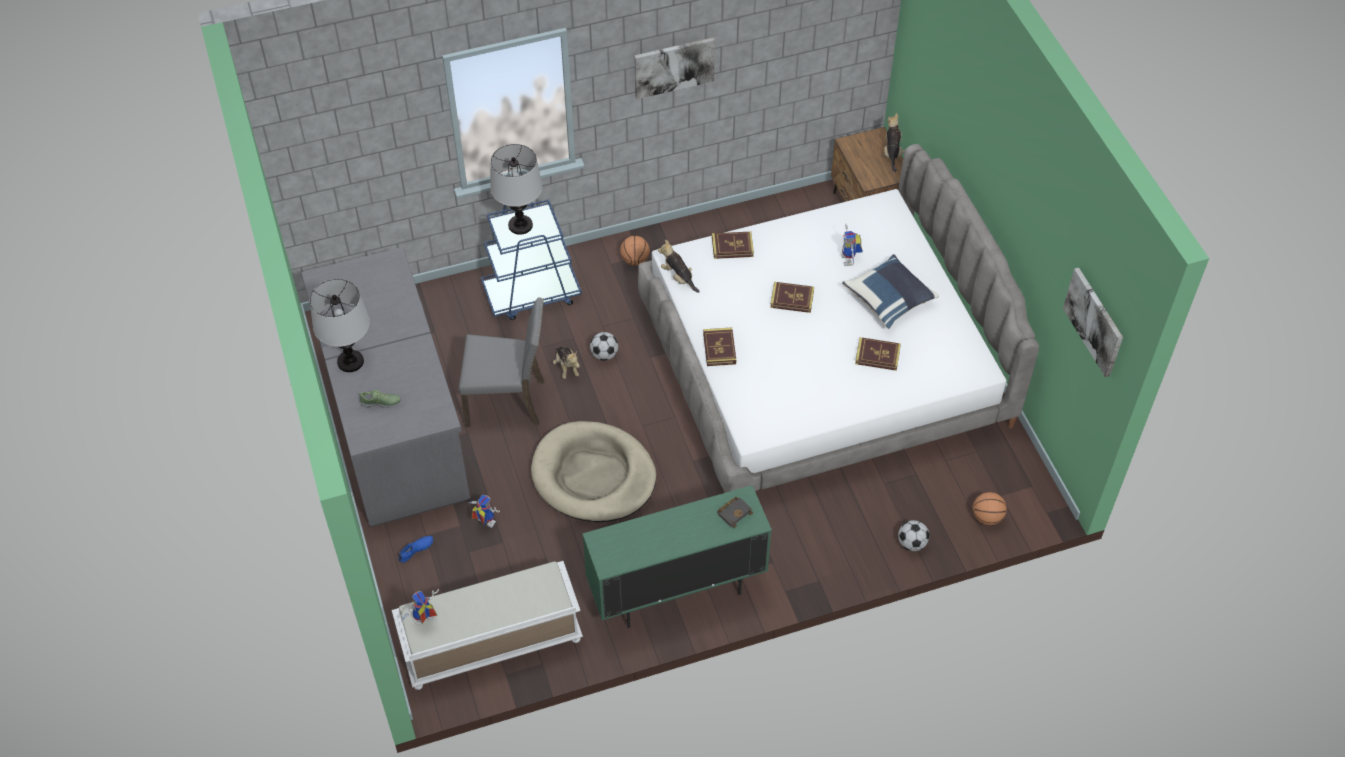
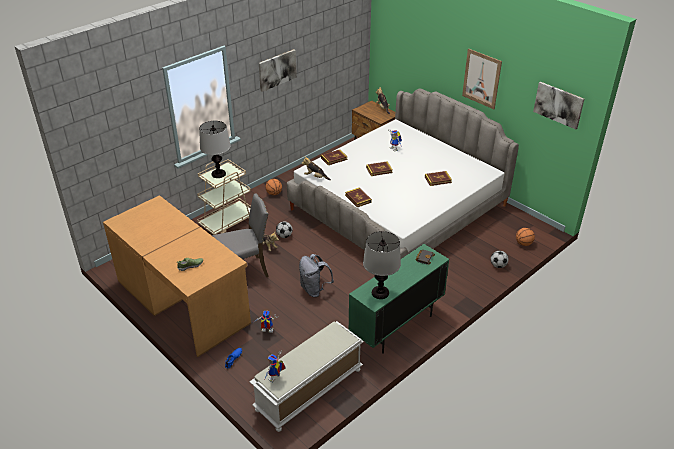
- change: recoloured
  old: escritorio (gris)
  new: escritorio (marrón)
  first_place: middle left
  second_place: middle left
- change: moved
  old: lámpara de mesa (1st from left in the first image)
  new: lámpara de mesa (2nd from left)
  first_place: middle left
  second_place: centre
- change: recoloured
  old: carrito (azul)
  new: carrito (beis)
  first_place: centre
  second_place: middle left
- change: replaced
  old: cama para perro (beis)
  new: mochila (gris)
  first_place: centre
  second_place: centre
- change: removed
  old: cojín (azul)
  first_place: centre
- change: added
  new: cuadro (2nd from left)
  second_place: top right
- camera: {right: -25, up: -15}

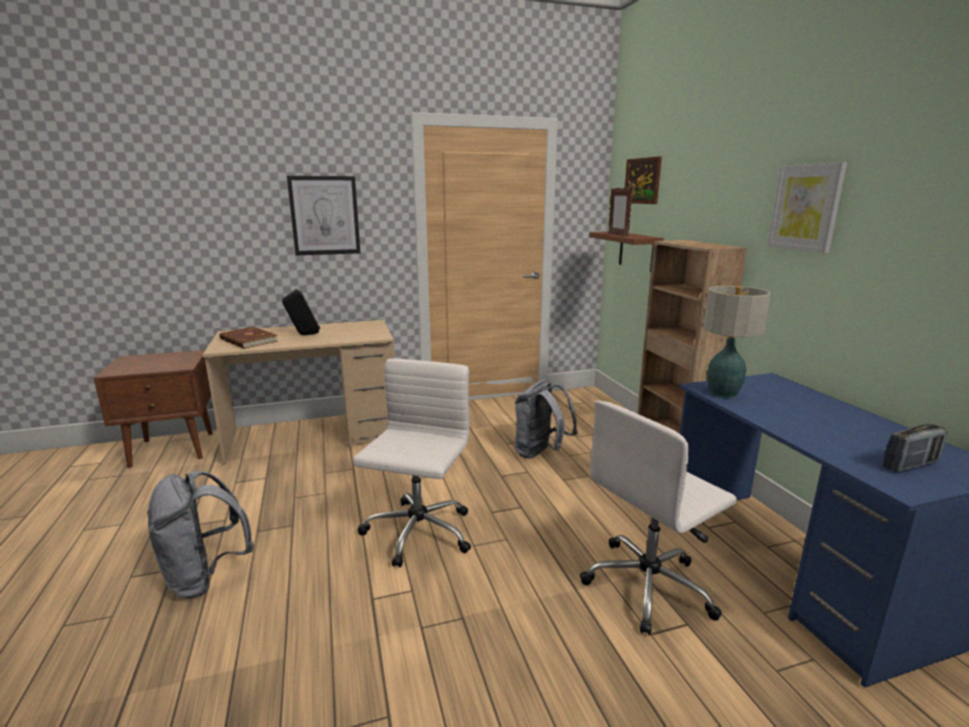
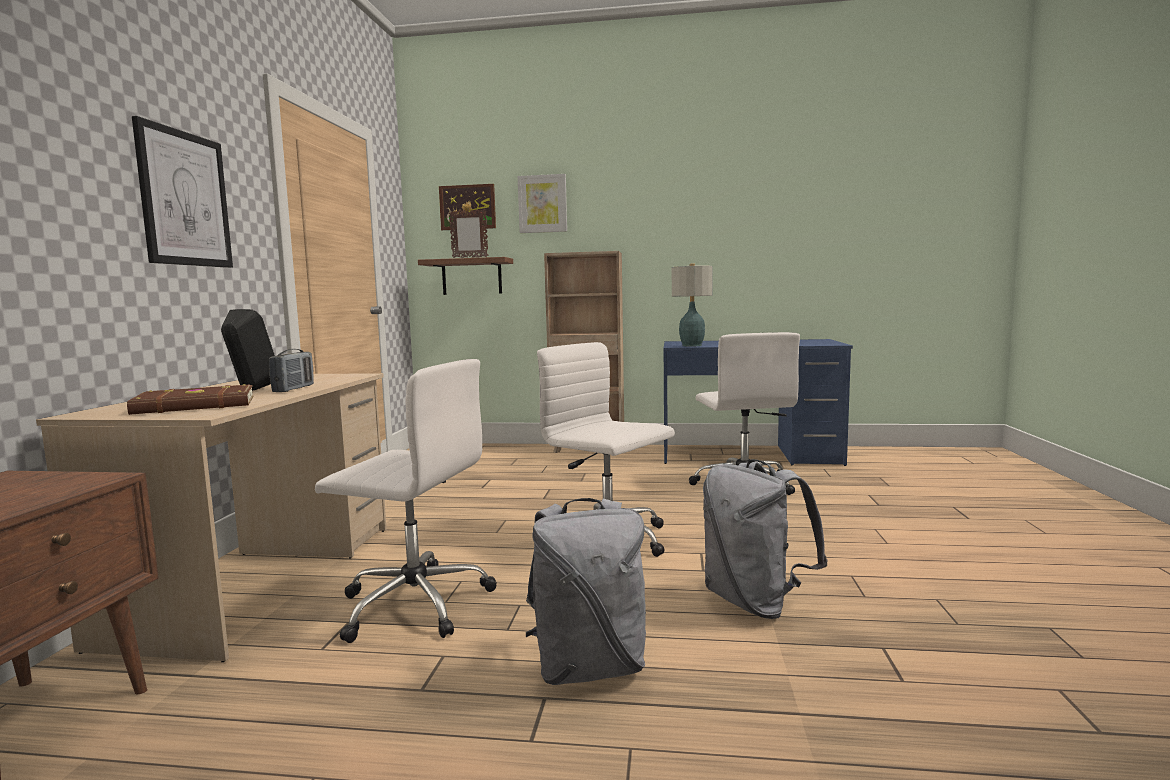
- change: moved
  old: mochila (gris) (2nd from left)
  first_place: centre
  second_place: bottom centre
- change: moved
  old: cuadro (3rd from left)
  first_place: top right
  second_place: top centre
- change: moved
  old: radio
  first_place: middle right
  second_place: middle left
- change: added
  new: silla de oficina (blanco) (1st from left)
  second_place: centre
- camera: {right: -65, up: -10}

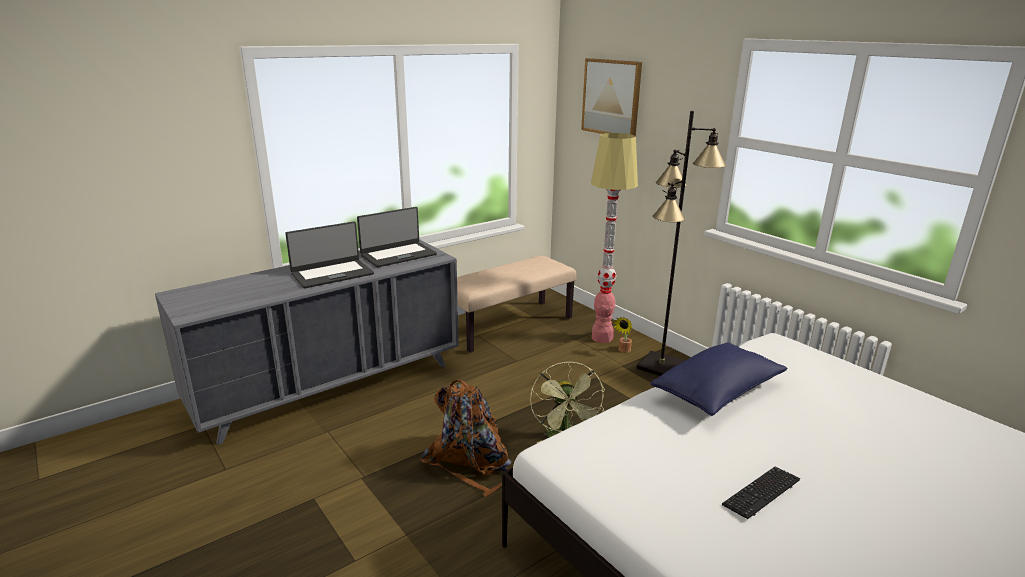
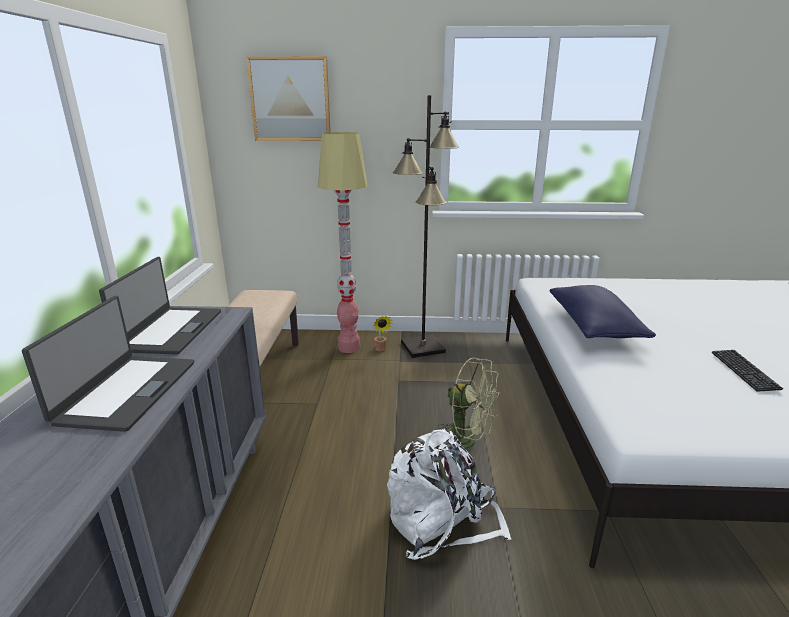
- change: recoloured
  old: mochila (marrón)
  new: mochila (blanco)
  first_place: bottom centre
  second_place: bottom centre
- camera: {right: -50, up: 0}

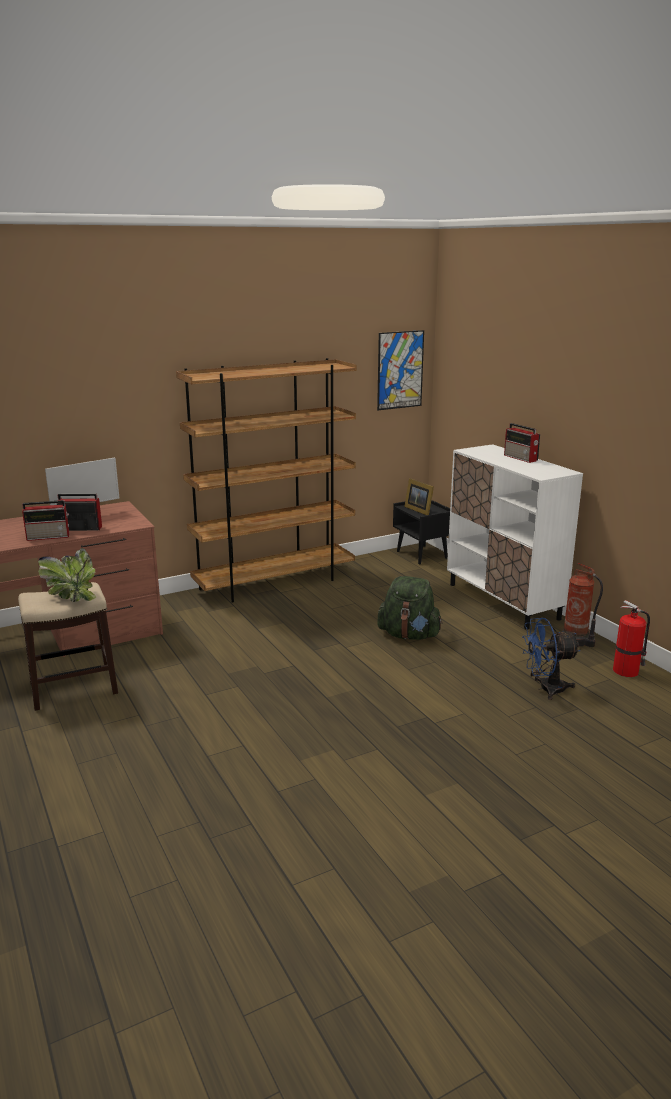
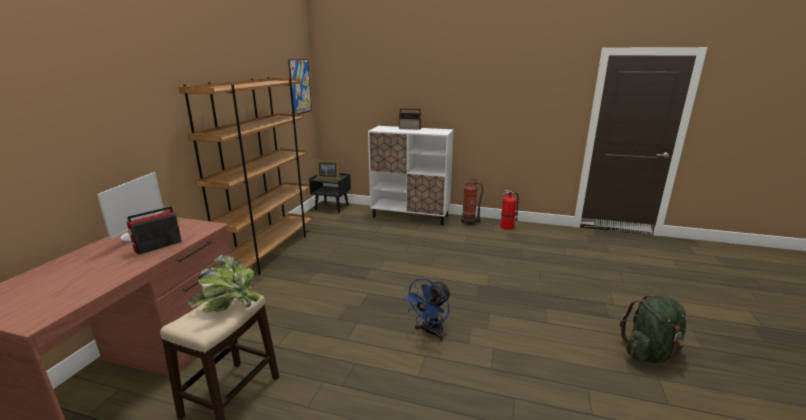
- change: removed
  old: radio (1st from left)
  first_place: middle left
- change: moved
  old: mochila (verde)
  first_place: centre
  second_place: bottom right
- change: moved
  old: ventilador (azul)
  first_place: middle right
  second_place: bottom centre
- camera: {right: -45, up: 0}

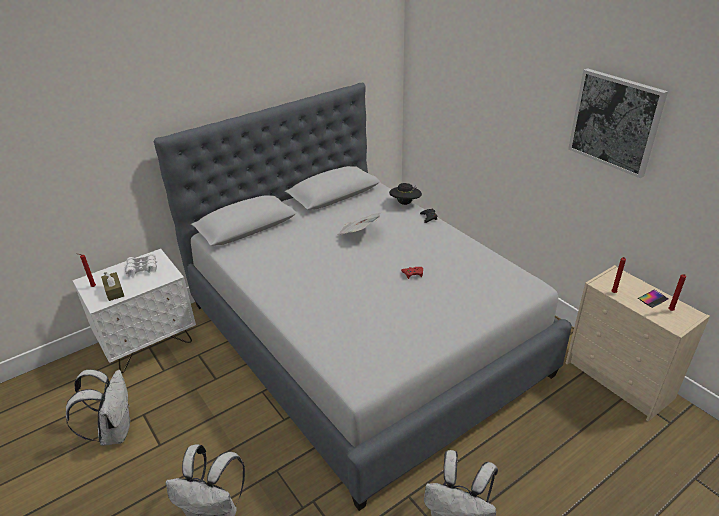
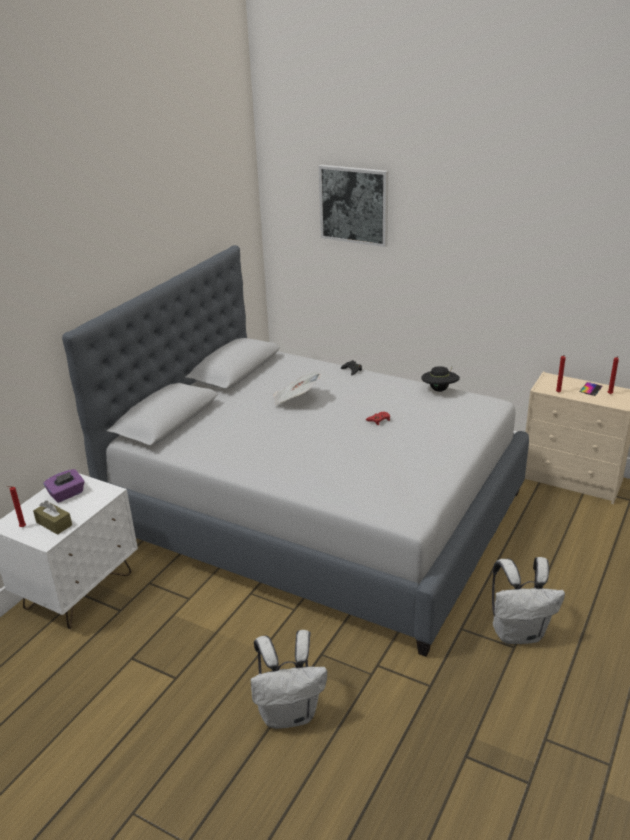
- change: removed
  old: mochila (blanco) (1st from left)
  first_place: bottom left
- change: replaced
  old: prismáticos (blanco)
  new: caja de pañuelos (morado)
  first_place: middle left
  second_place: middle left
- change: moved
  old: sombrero (negro)
  first_place: centre
  second_place: middle right
- change: moved
  old: cuadro
  first_place: top right
  second_place: top centre
- camera: {right: -25, up: -5}

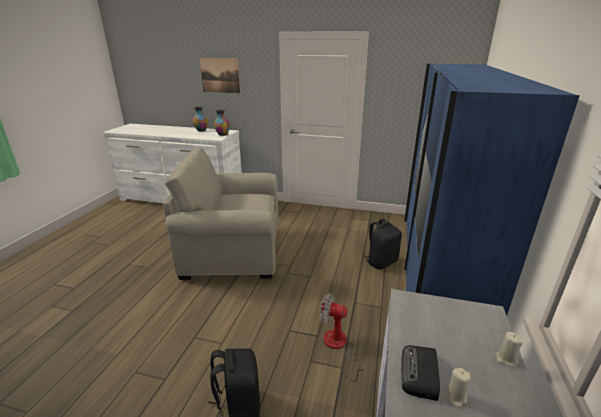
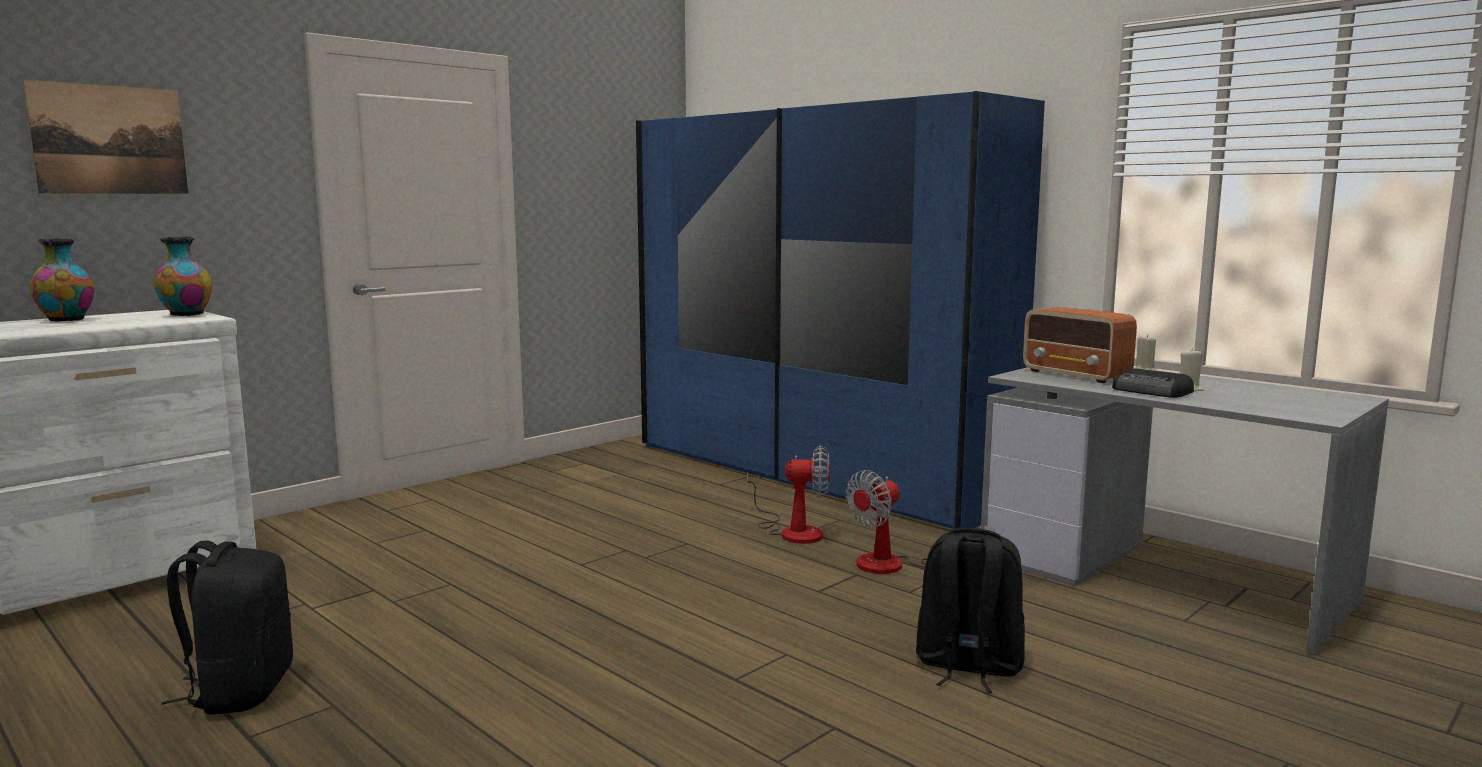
- change: removed
  old: sillón (beis)
  first_place: centre
- change: moved
  old: mochila (negro) (2nd from left in the first image)
  new: mochila (negro) (1st from left)
  first_place: centre
  second_place: bottom left
- change: added
  new: ventilador (1st from left)
  second_place: centre
- change: added
  new: radio (1st from left)
  second_place: middle right
- camera: {right: -60, up: -15}

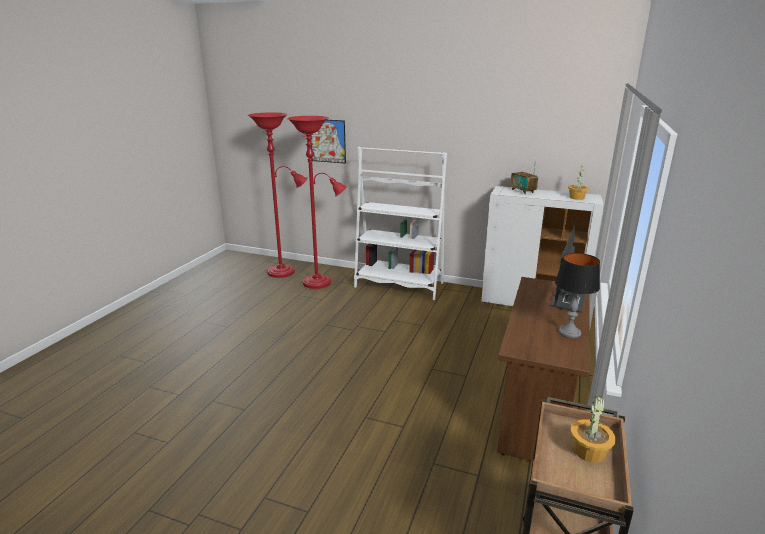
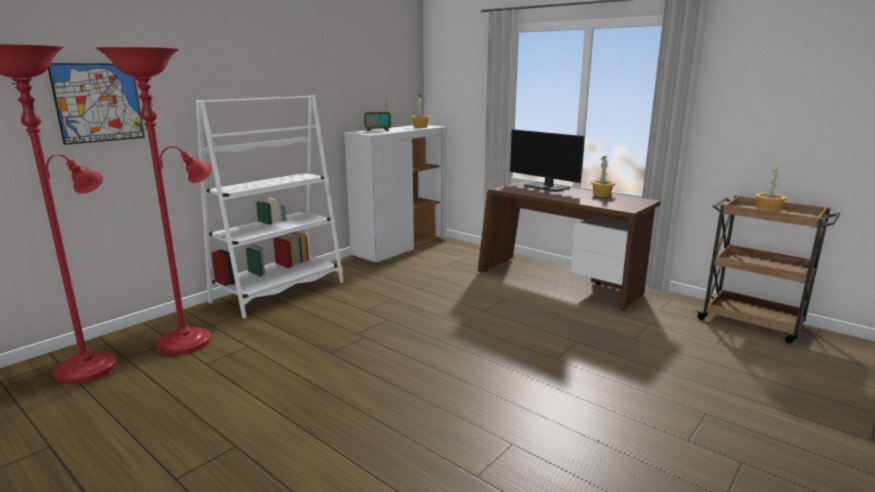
- change: replaced
  old: lámpara de mesa
  new: planta en maceta (2nd from left)
  first_place: middle right
  second_place: middle right
- camera: {right: -70, up: -5}

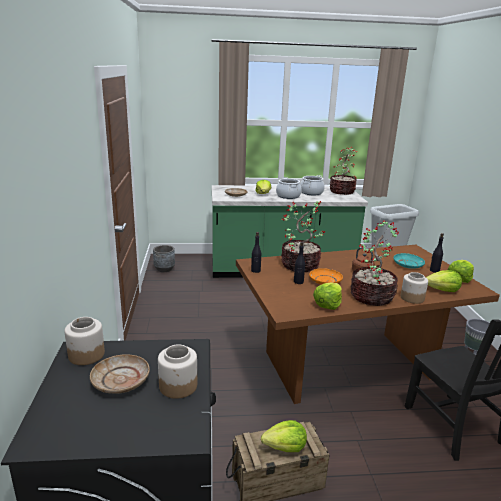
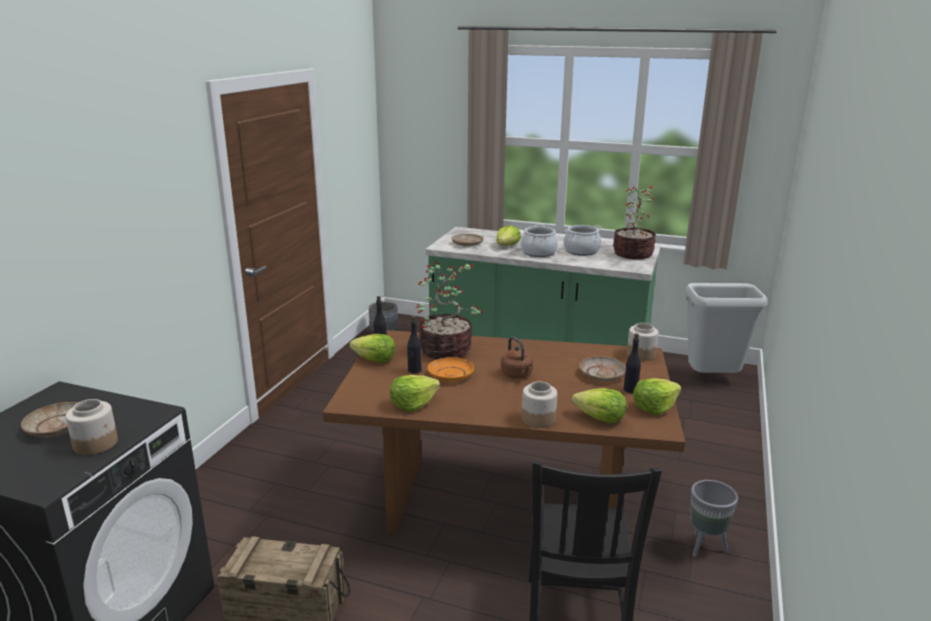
- change: moved
  old: tarro (1st from left in the first image)
  new: tarro (3rd from left)
  first_place: bottom left
  second_place: middle right
- change: moved
  old: lechuga (2nd from left in the first image)
  new: lechuga (1st from left)
  first_place: bottom centre
  second_place: centre
- change: removed
  old: planta en maceta (3rd from left)
  first_place: middle right
- change: recoloured
  old: plato (turquesa)
  new: plato (beis) (3rd from left)
  first_place: middle right
  second_place: centre
- camera: {right: 25, up: 0}

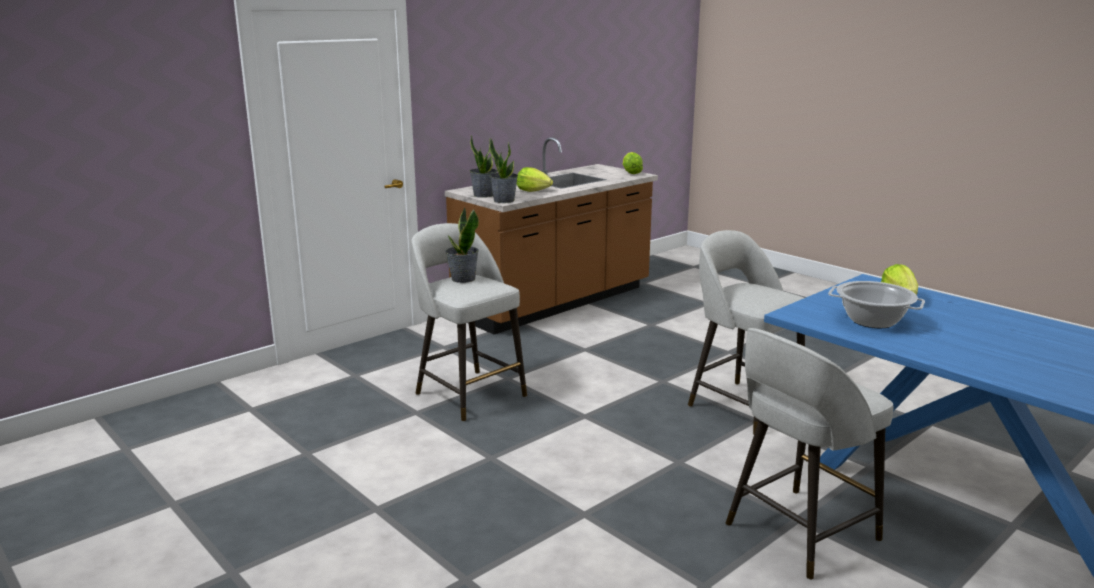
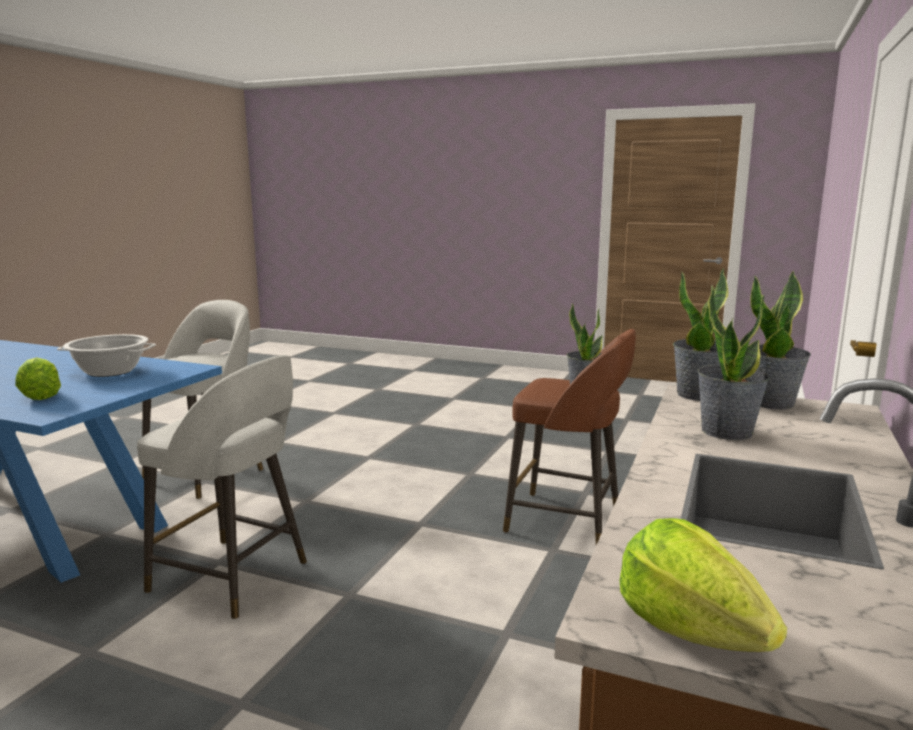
- change: recoloured
  old: taburete (gris) (1st from left)
  new: taburete (marrón)
  first_place: centre
  second_place: centre
- change: replaced
  old: lechuga (1st from left)
  new: planta en maceta (3rd from left)
  first_place: top centre
  second_place: middle right
- camera: {right: 155, up: -5}

